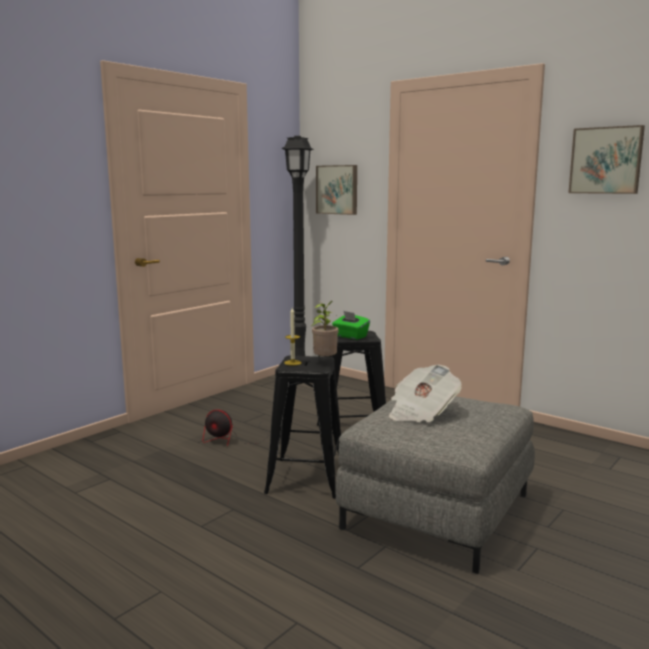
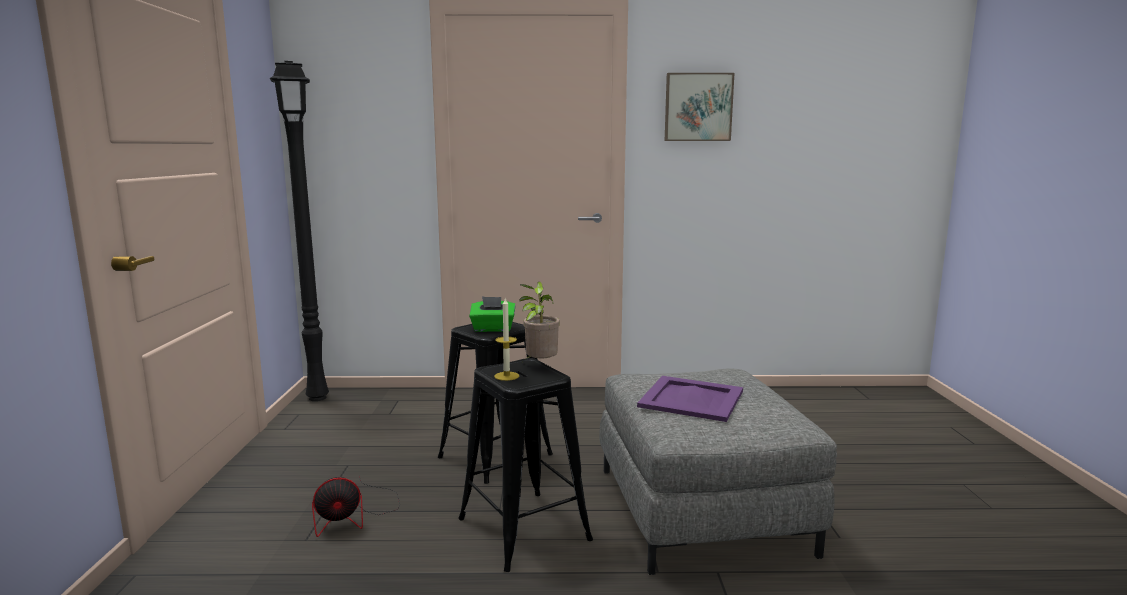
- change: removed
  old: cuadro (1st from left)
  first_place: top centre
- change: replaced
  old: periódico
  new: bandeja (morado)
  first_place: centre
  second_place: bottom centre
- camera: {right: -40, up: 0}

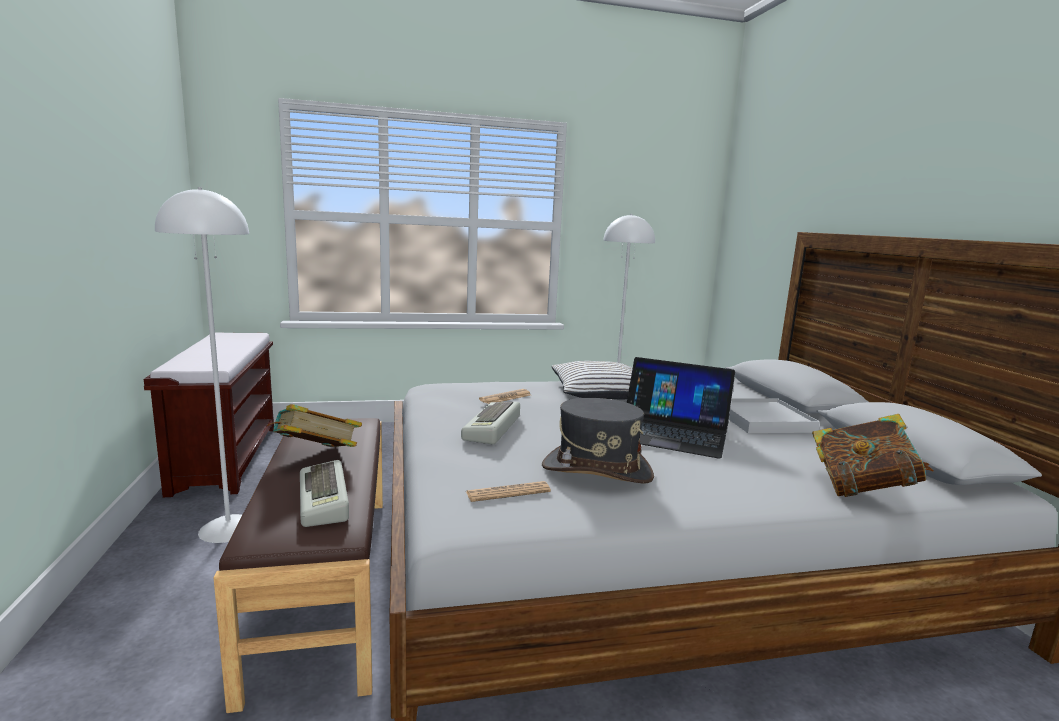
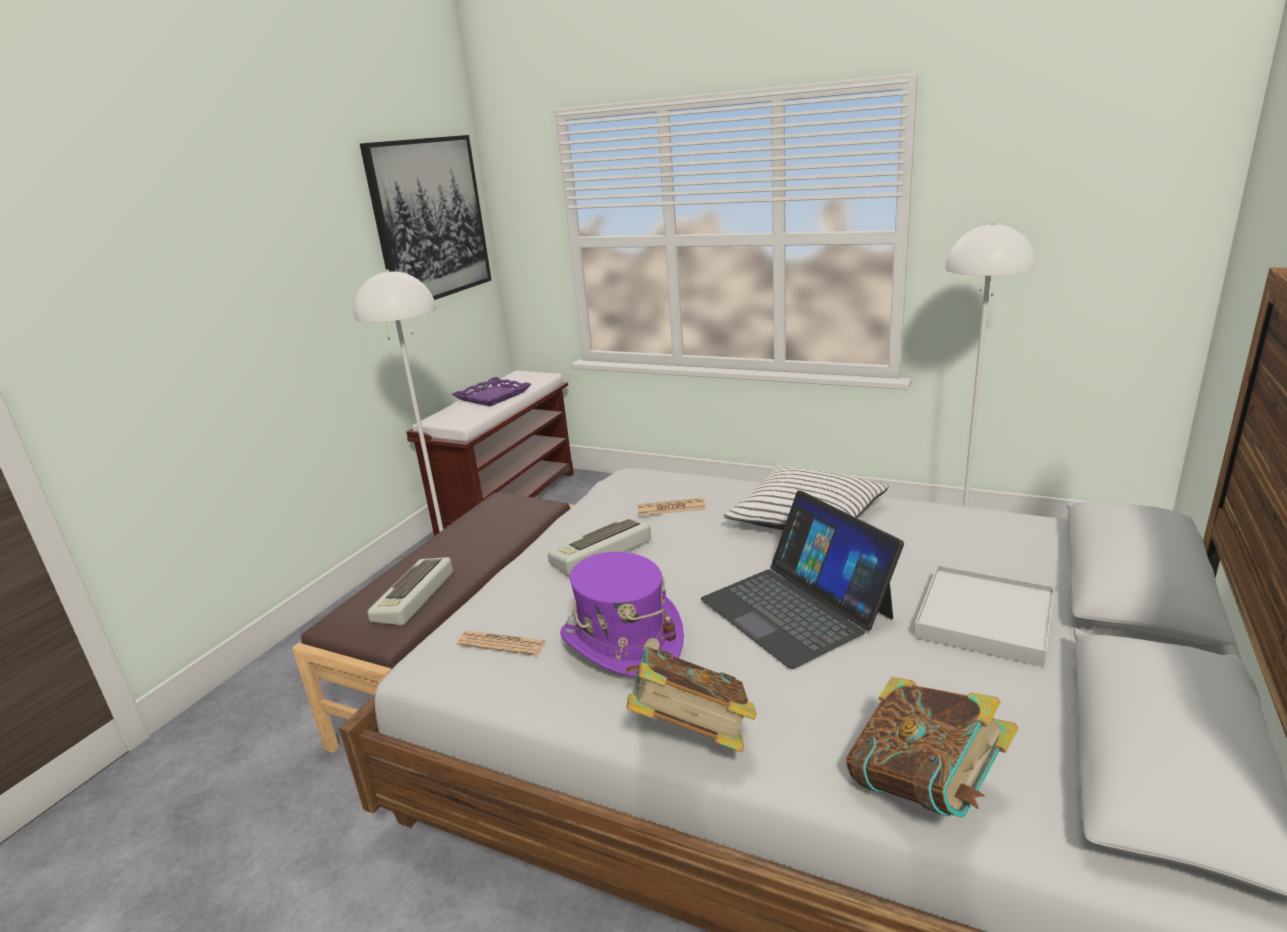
- change: moved
  old: libro (1st from left)
  first_place: middle left
  second_place: bottom centre
- change: recoloured
  old: sombrero (gris)
  new: sombrero (morado)
  first_place: centre
  second_place: centre
- change: added
  new: cuadro
  second_place: top left
- change: added
  new: bandeja (morado)
  second_place: centre
- camera: {right: 40, up: 10}

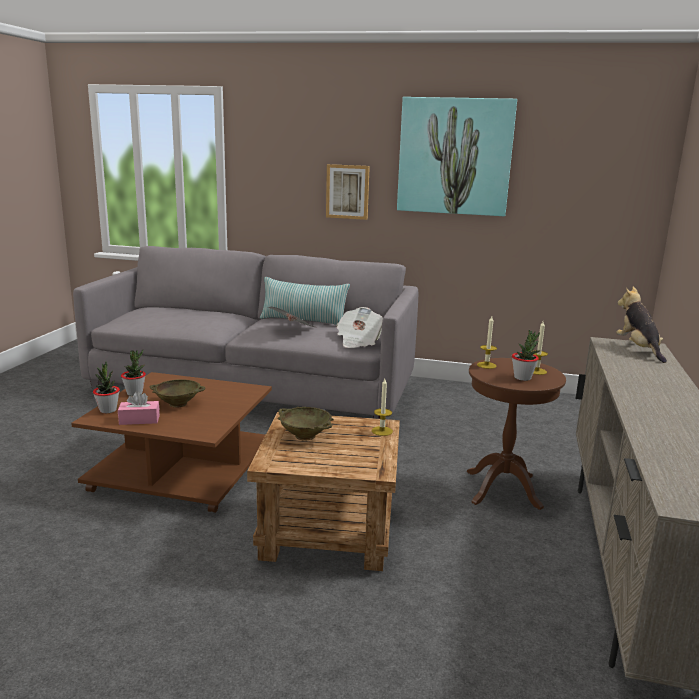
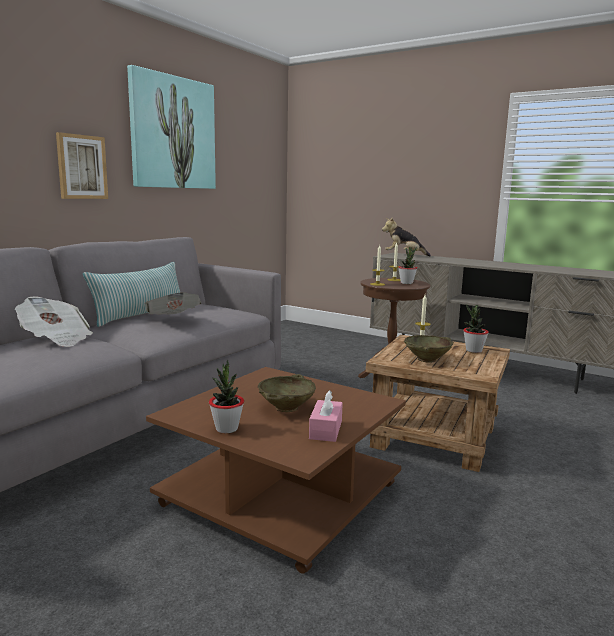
- change: moved
  old: planta en maceta (1st from left in the first image)
  new: planta en maceta (3rd from left)
  first_place: middle left
  second_place: middle right
- change: moved
  old: periódico (2nd from left in the first image)
  new: periódico (1st from left)
  first_place: centre
  second_place: middle left
- camera: {right: -70, up: -5}

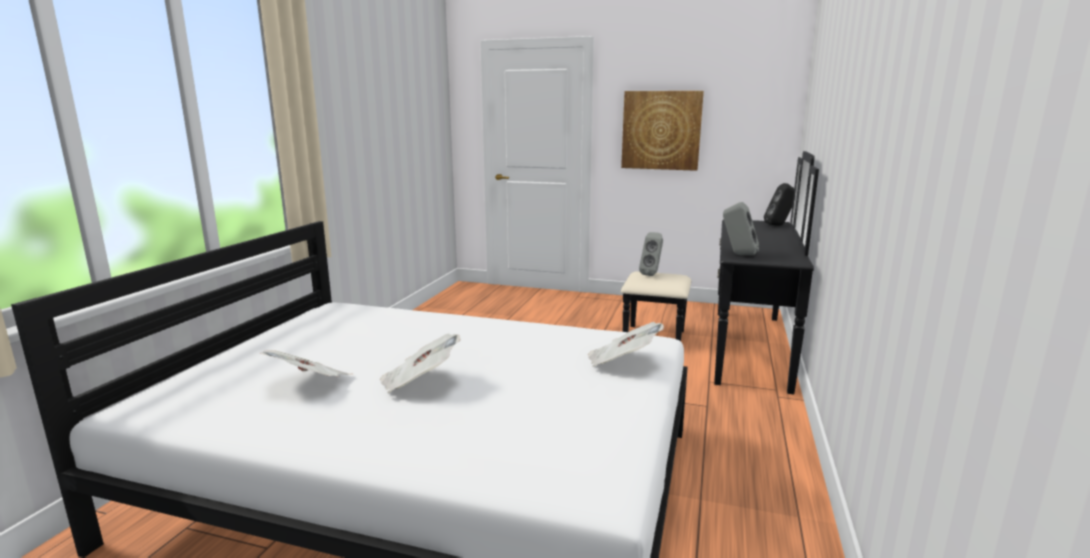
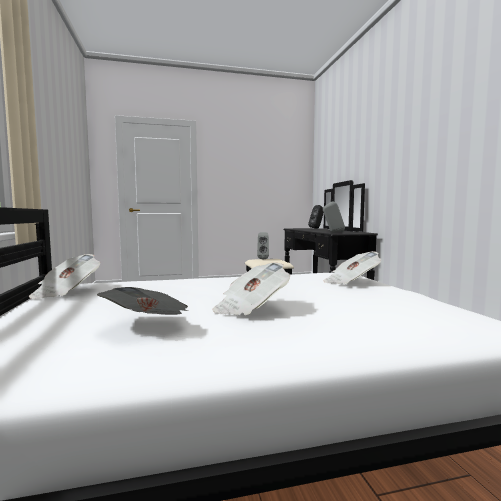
- change: removed
  old: cuadro
  first_place: top centre
- change: added
  new: periódico (1st from left)
  second_place: middle left
- camera: {right: -30, up: -10}

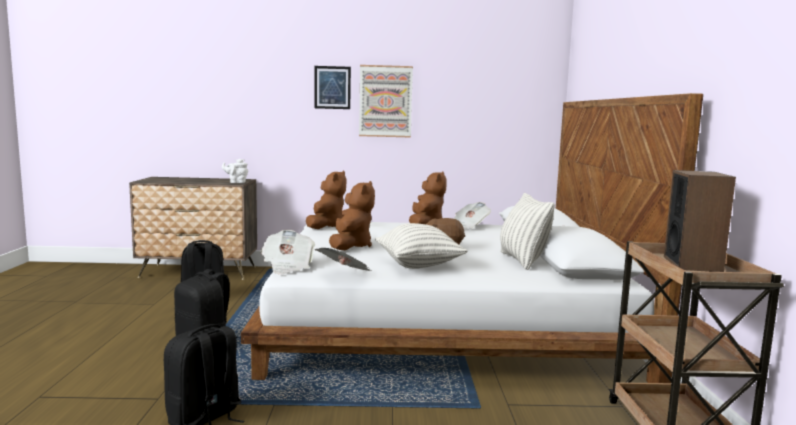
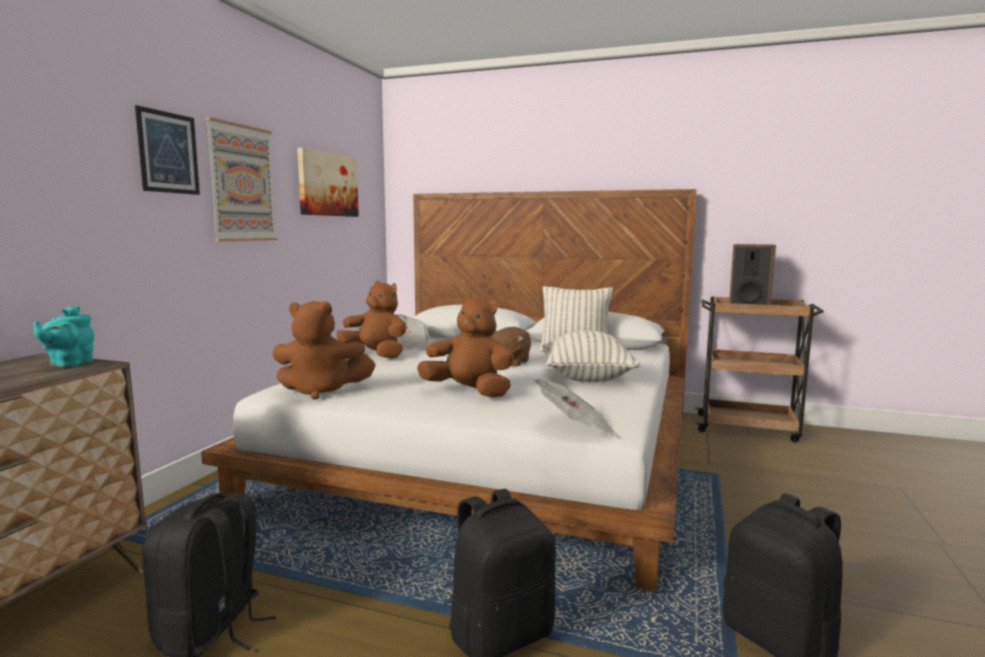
- change: recoloured
  old: tetera (blanco)
  new: tetera (turquesa)
  first_place: middle left
  second_place: middle left
- change: turned
  old: peluche (marrón) (1st from left)
  first_place: centre
  second_place: middle left
  degrees: 150
- change: removed
  old: periódico (2nd from left)
  first_place: centre
- change: added
  new: cuadro (3rd from left)
  second_place: top left
- camera: {right: -70, up: 0}

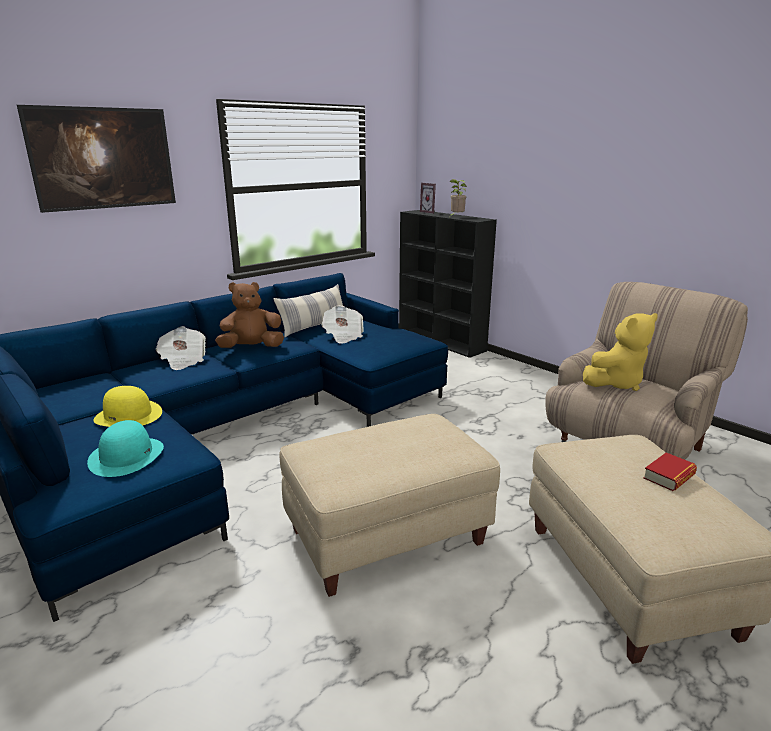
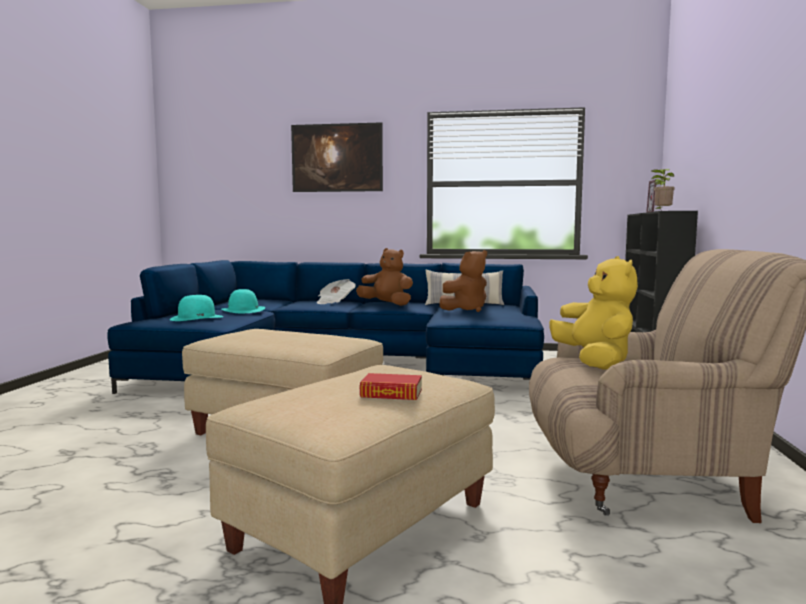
- change: recoloured
  old: sombrero (amarillo)
  new: sombrero (turquesa) (2nd from left)
  first_place: middle left
  second_place: middle left
- change: replaced
  old: periódico (2nd from left)
  new: peluche (marrón) (2nd from left)
  first_place: centre
  second_place: centre
- change: turned
  old: peluche (amarillo)
  first_place: middle right
  second_place: middle right
  degrees: -120
- camera: {right: 50, up: -15}

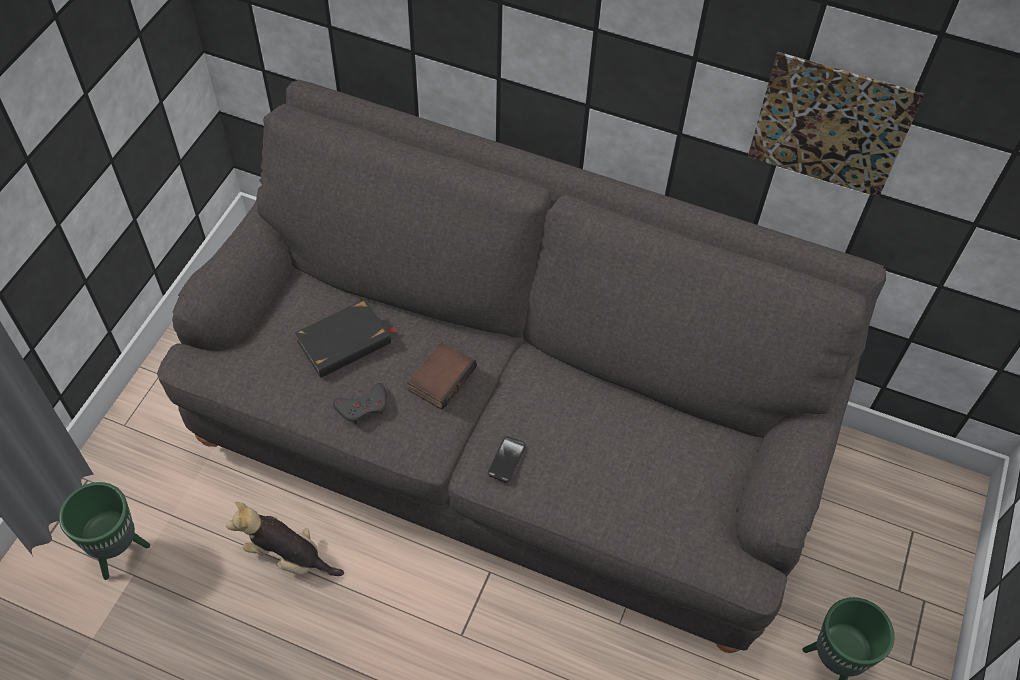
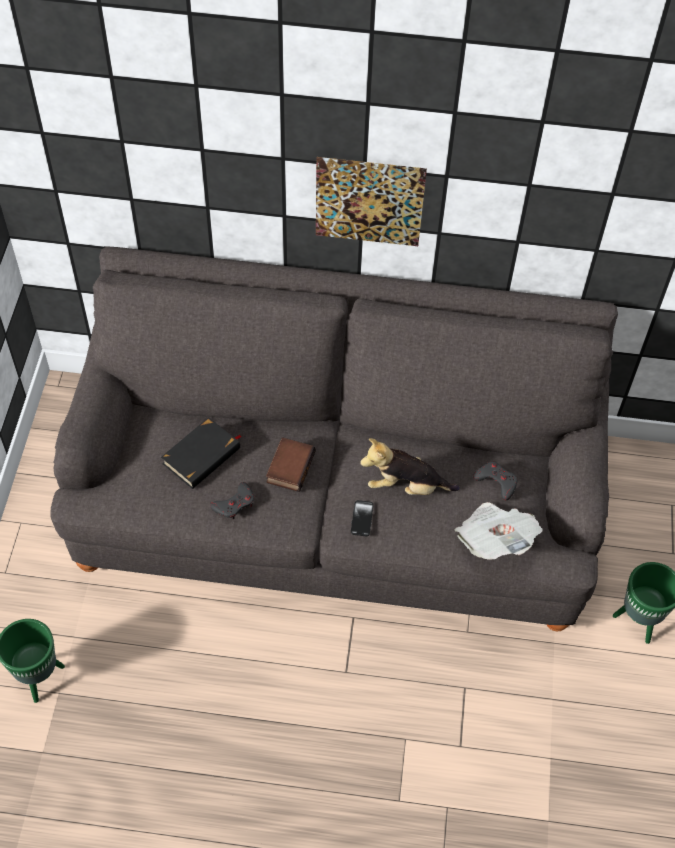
- change: moved
  old: peluche
  first_place: bottom left
  second_place: centre
- change: moved
  old: cuadro
  first_place: top right
  second_place: top centre
- change: added
  new: periódico
  second_place: middle right
- change: added
  new: mando de consola (gris) (2nd from left)
  second_place: middle right
- camera: {right: -15, up: 0}

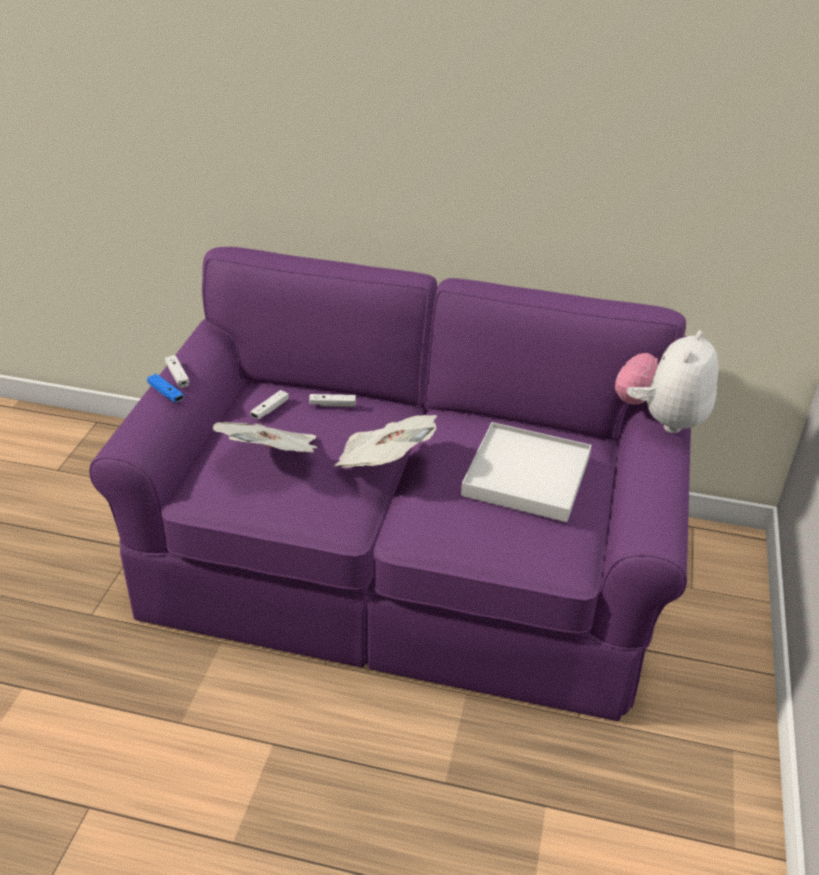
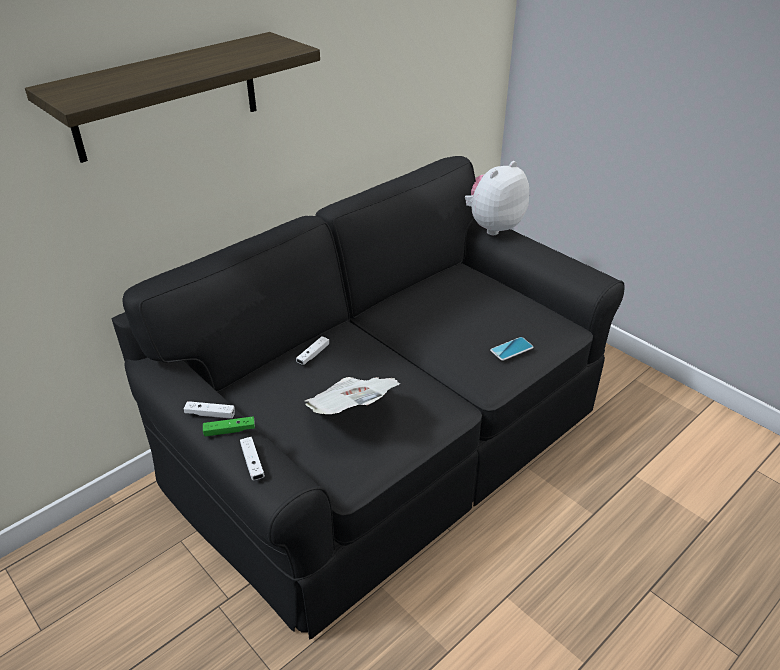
- change: recoloured
  old: sofá (morado)
  new: sofá (negro)
  first_place: centre
  second_place: centre
- change: recoloured
  old: mando de consola (azul)
  new: mando de consola (verde)
  first_place: middle left
  second_place: middle left
- change: moved
  old: mando de consola (blanco) (2nd from left)
  first_place: middle left
  second_place: bottom left
- change: removed
  old: periódico (2nd from left)
  first_place: centre
- change: removed
  old: bandeja (blanco)
  first_place: centre
- change: turned
  old: peluche
  first_place: middle right
  second_place: top centre
  degrees: 75
- change: added
  new: estante
  second_place: top left
- change: added
  new: móvil
  second_place: centre
- camera: {right: -55, up: 0}

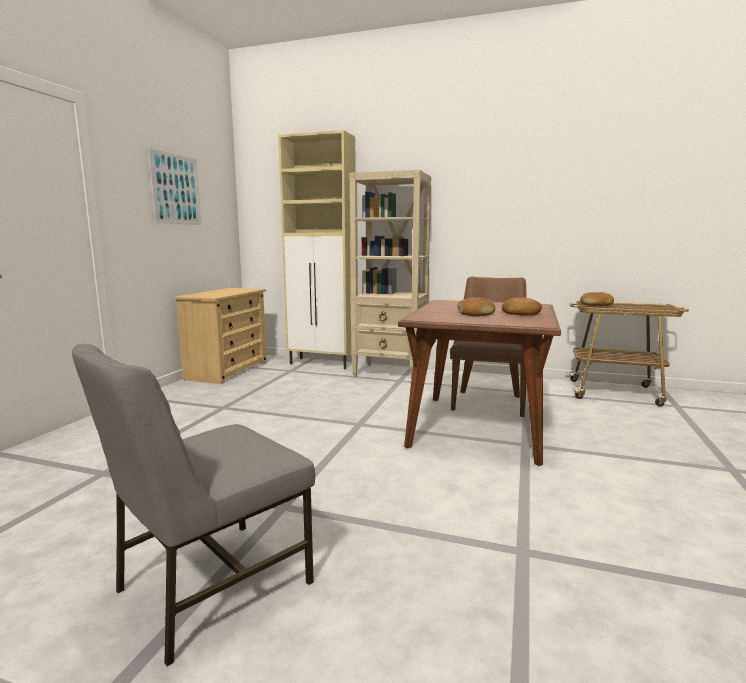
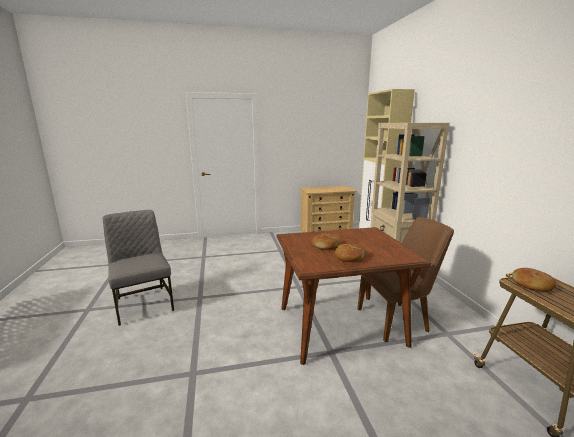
- change: turned
  old: silla (gris)
  first_place: bottom left
  second_place: middle left
  degrees: 45
- change: removed
  old: cuadro
  first_place: top left
- camera: {right: 60, up: 5}

